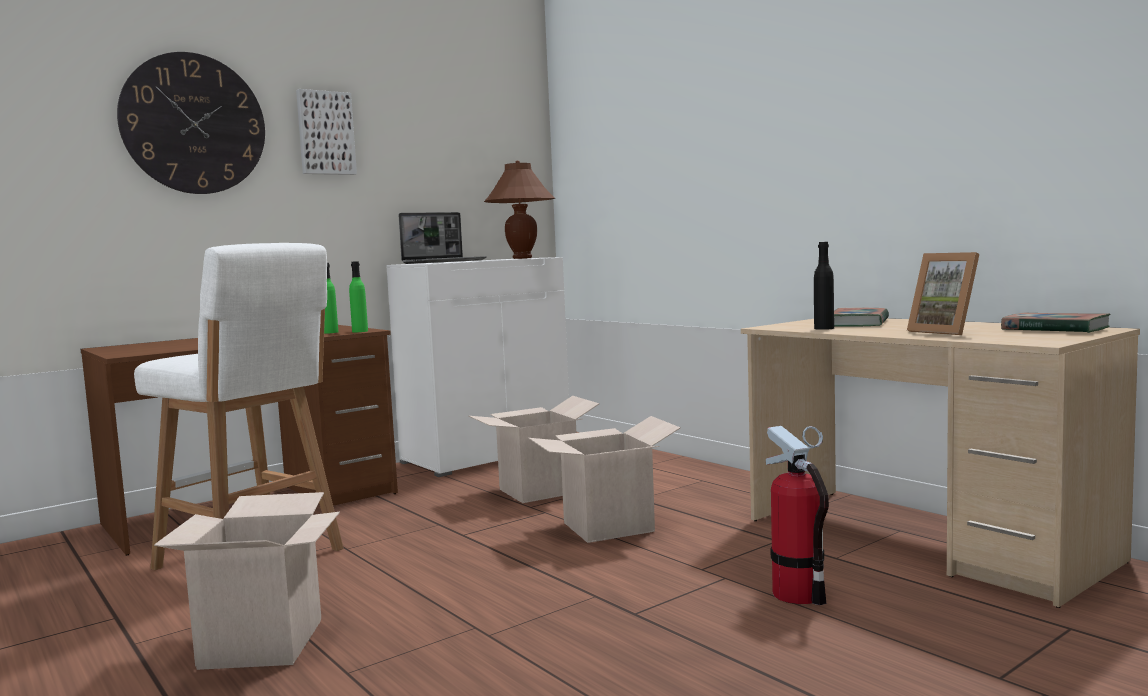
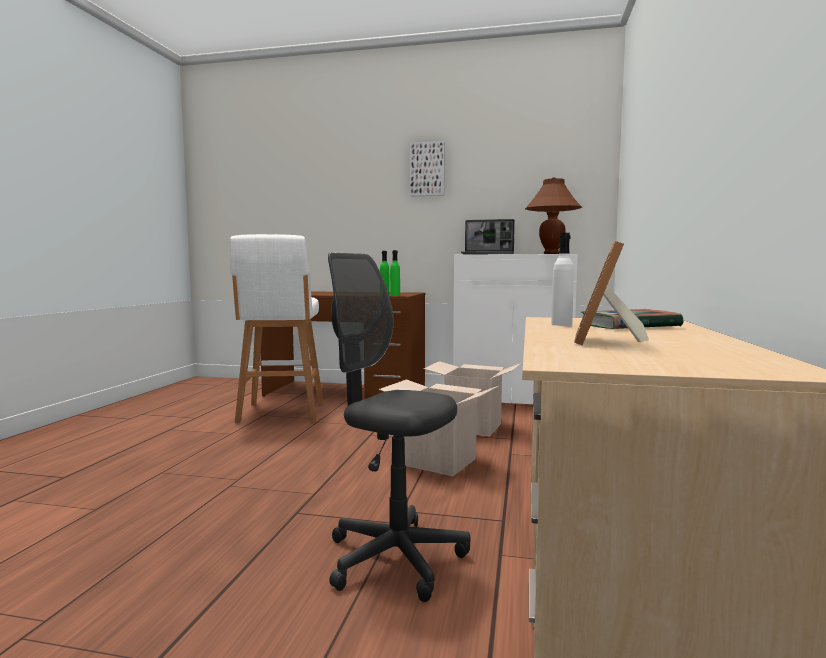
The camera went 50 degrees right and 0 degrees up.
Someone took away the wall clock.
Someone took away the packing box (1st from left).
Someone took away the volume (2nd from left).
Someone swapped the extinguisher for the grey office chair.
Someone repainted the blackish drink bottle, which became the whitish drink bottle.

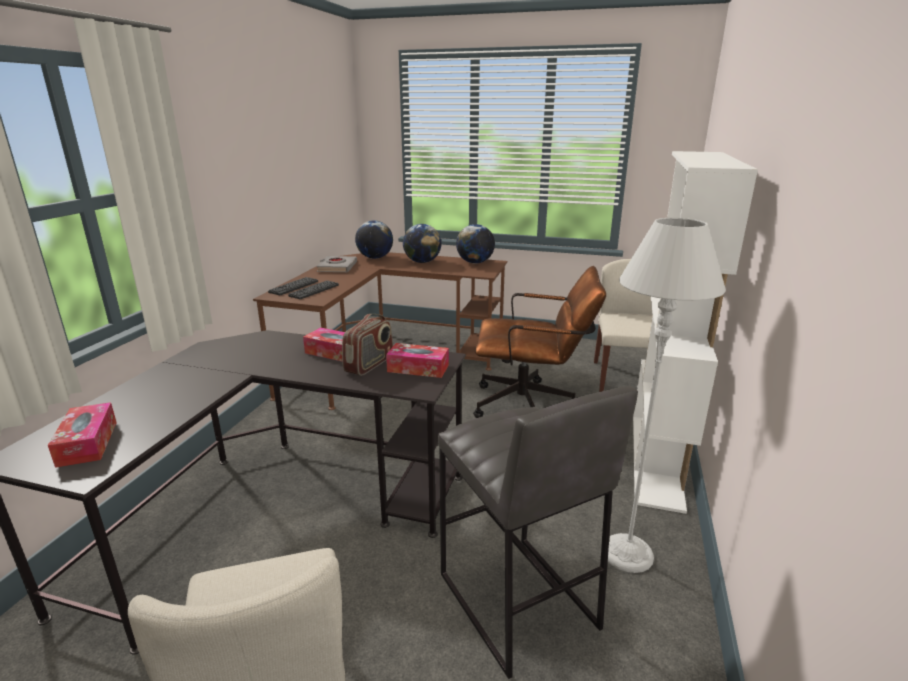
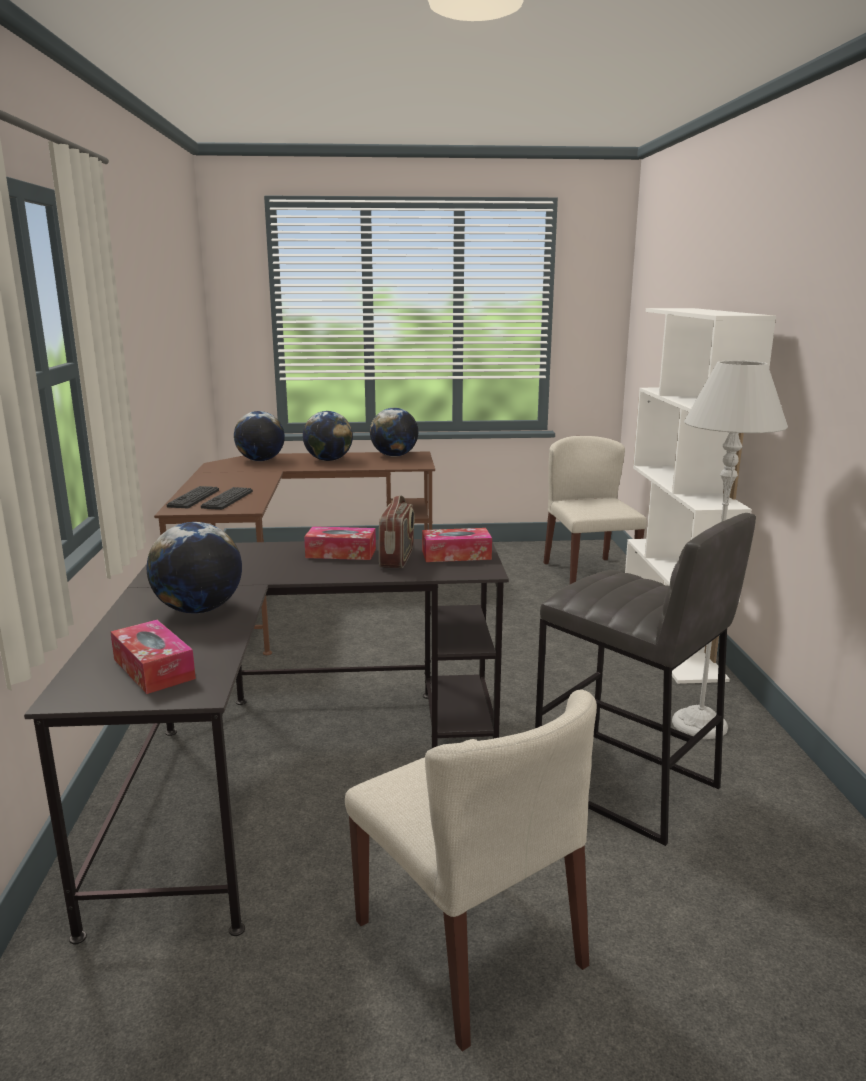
The camera went 20 degrees left and 5 degrees down.
Someone took away the grey volume.
Someone took away the brown office chair.
Someone put down the desk globe (1st from left).

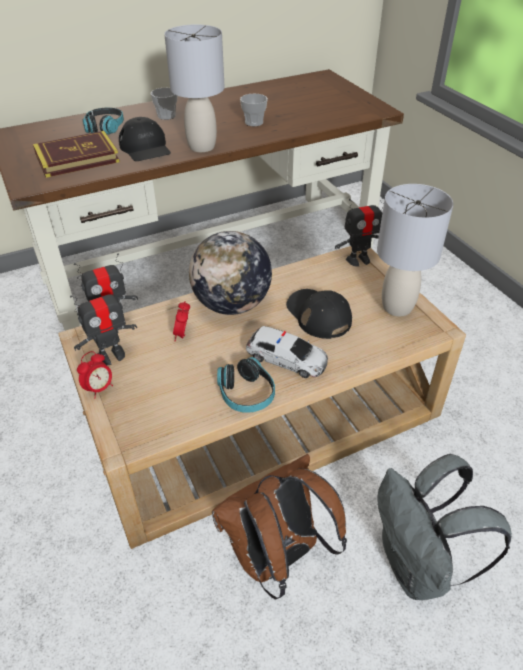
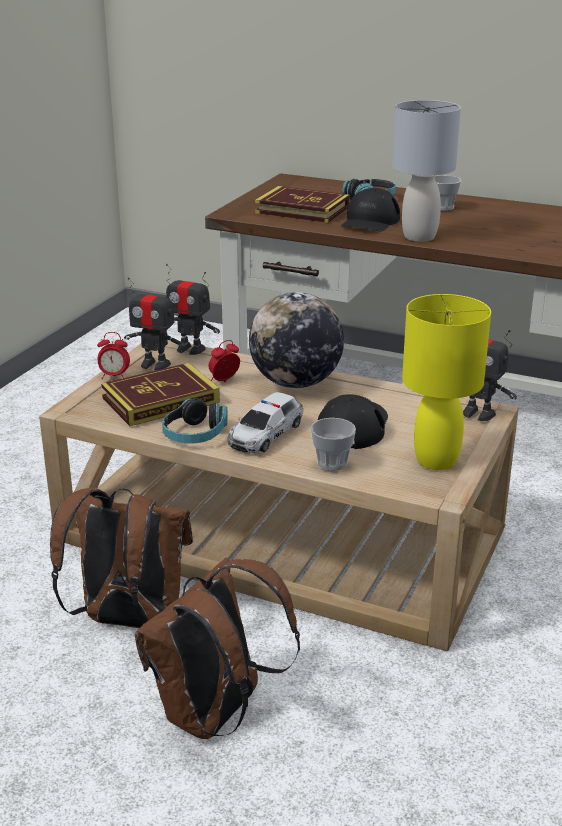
The camera went 50 degrees right and 15 degrees down.
Someone put down the volume (1st from left).
Someone carried the drinking cup (2nd from left in the first image).
Someone repainted the grey table lamp (2nd from left), which became the yellow-coloured table lamp.
Someone repainted the grey rucksack, which became the brown rucksack (2nd from left).
Someone rotated the model car by 45 degrees clockwise.

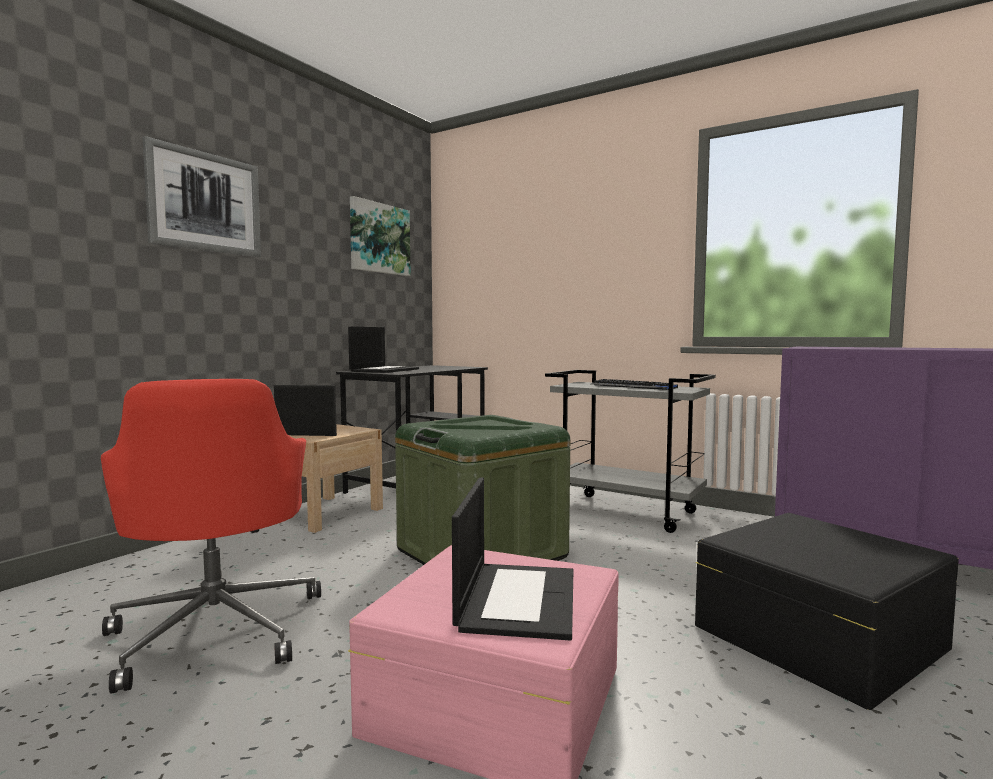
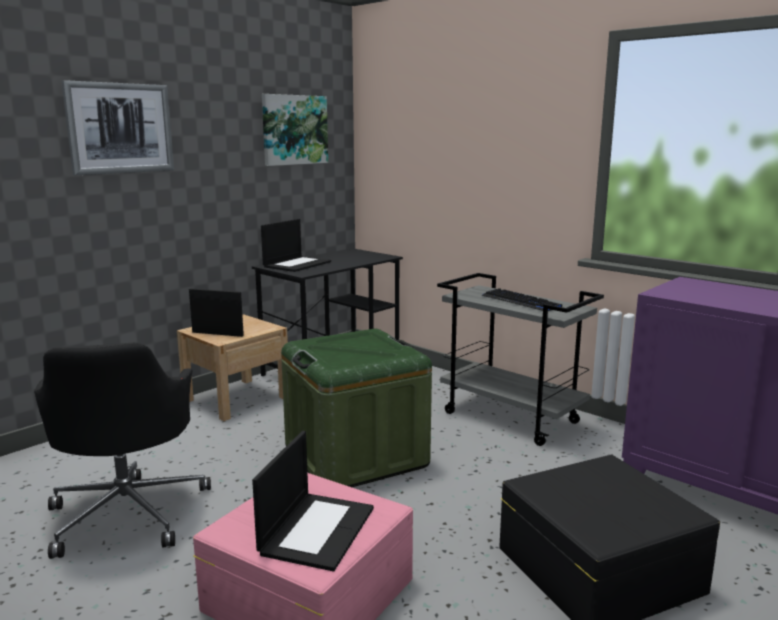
The camera went 10 degrees right and 10 degrees up.
Someone repainted the red-coloured office chair, which became the blackish office chair.

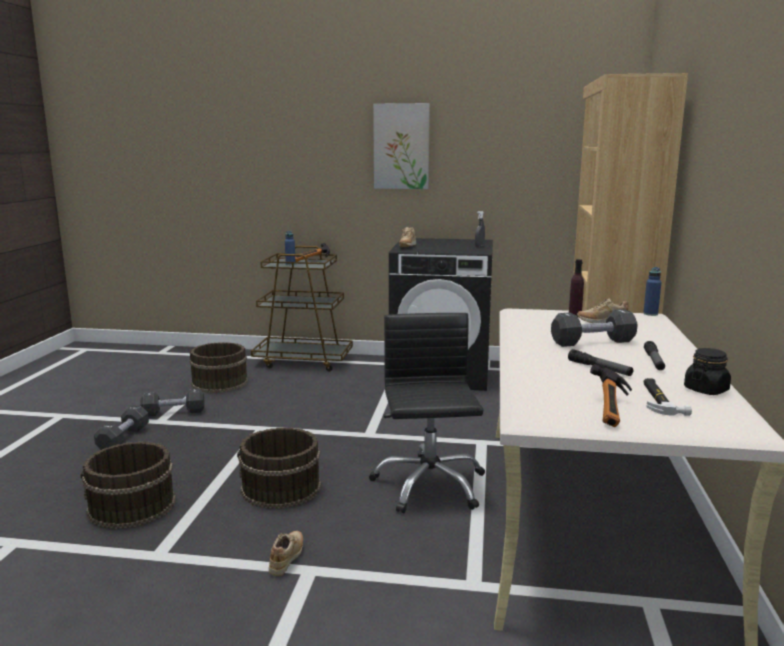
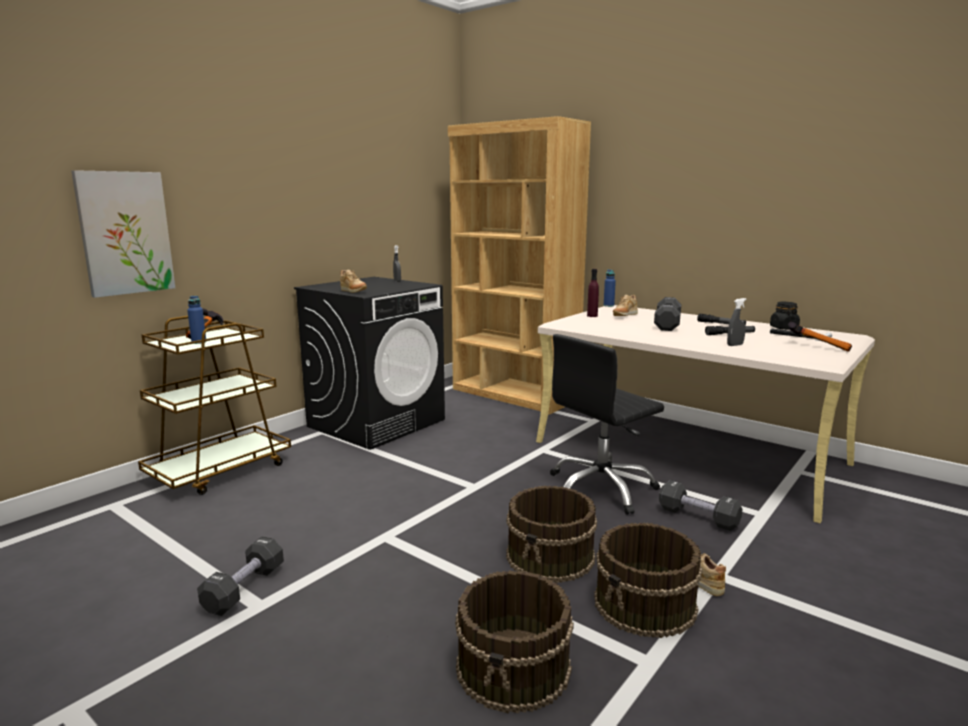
The camera went 60 degrees left and 0 degrees up.
Someone put down the grey spray bottle (2nd from left).
Someone carried the blackish free weight (1st from left in the first image).
Someone carried the brown bucket (2nd from left in the first image).
Someone carried the wall picture.
Someone rotated the blackish office chair by 60 degrees counterclockwise.

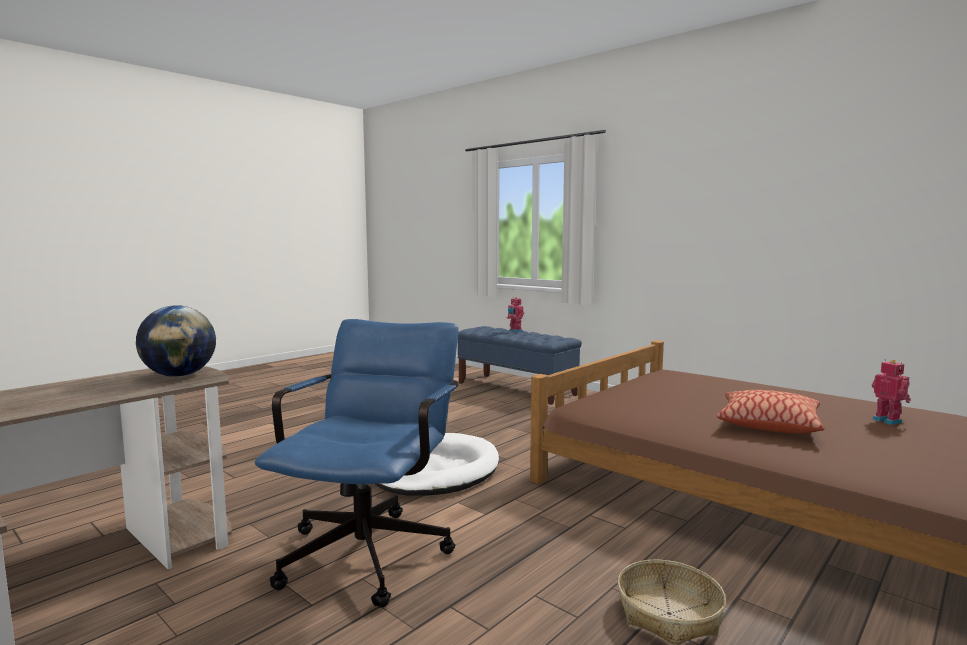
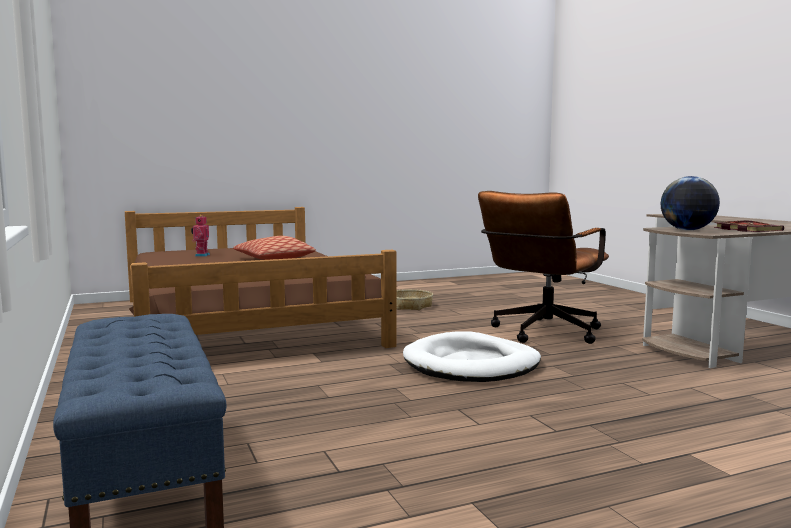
The camera went 155 degrees left and 0 degrees up.
Someone took away the model robot (1st from left).
Someone put down the volume.
Someone repainted the blue-coloured office chair, which became the brown office chair.

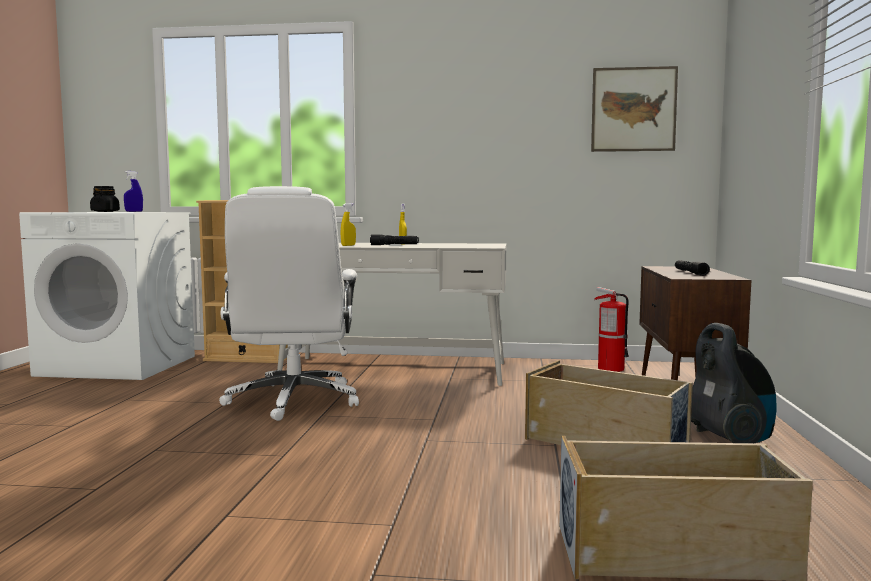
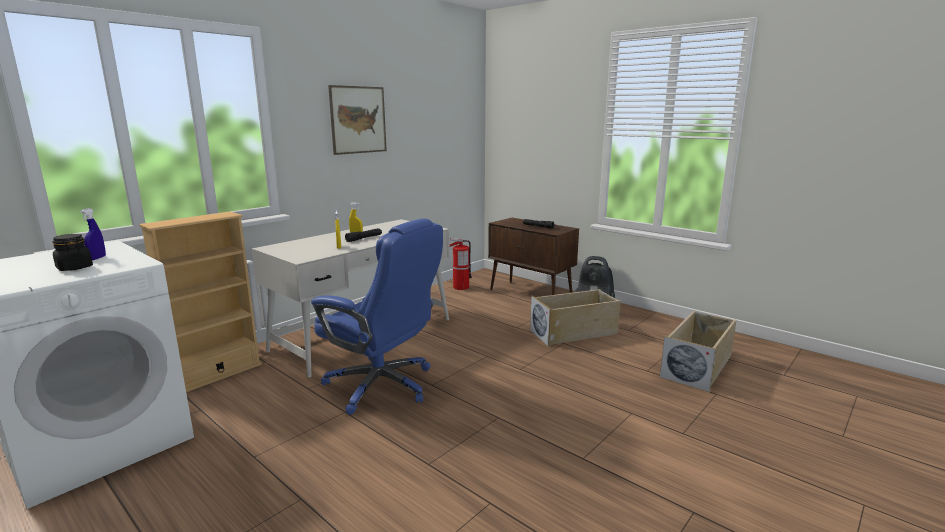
The camera went 55 degrees left and 10 degrees up.
Someone carried the wall picture.
Someone repainted the whitish office chair, which became the blue-coloured office chair.

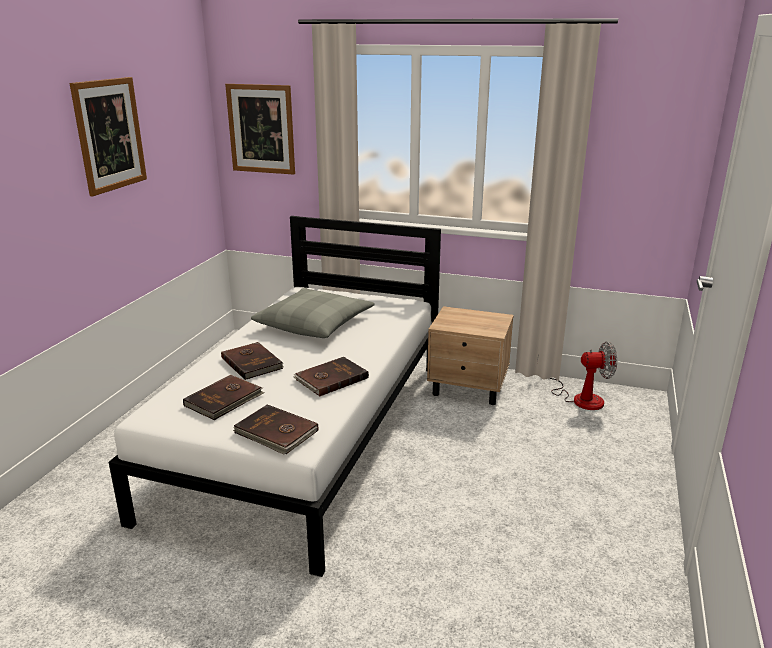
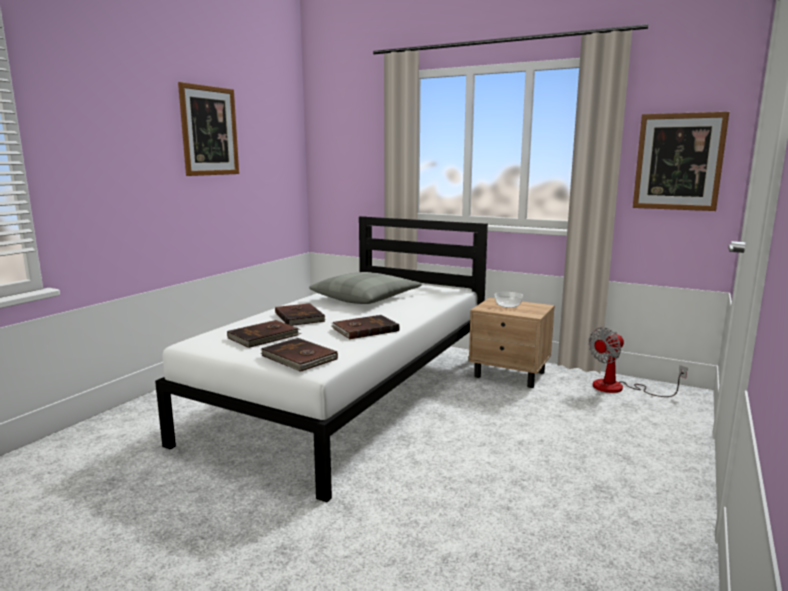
The camera went 10 degrees right and 10 degrees down.
Someone put down the deep dish.
Someone carried the wall picture (2nd from left).
Someone rotated the fan by 135 degrees clockwise.

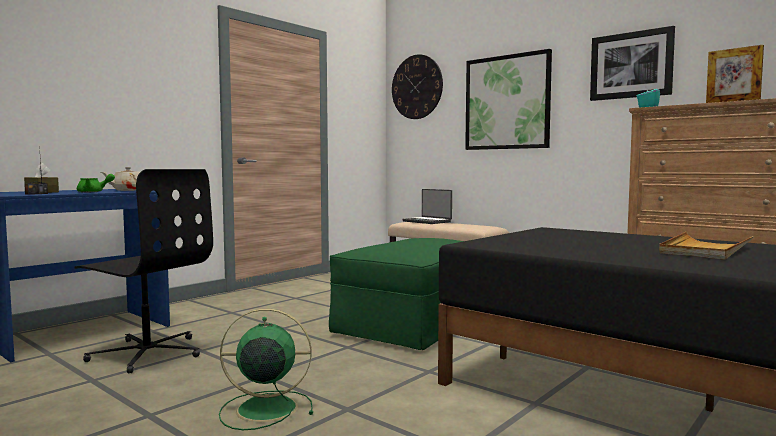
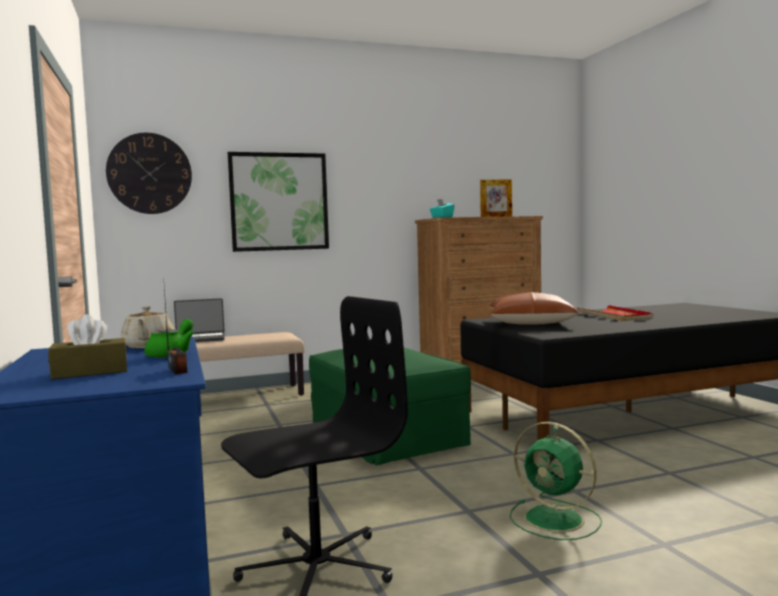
The camera went 60 degrees left and 0 degrees up.
Someone took away the wall picture (2nd from left).
Someone put down the brown cushion.
Someone repainted the beige tray, which became the red-coloured tray.
Someone rotated the green-coloured fan by 75 degrees counterclockwise.

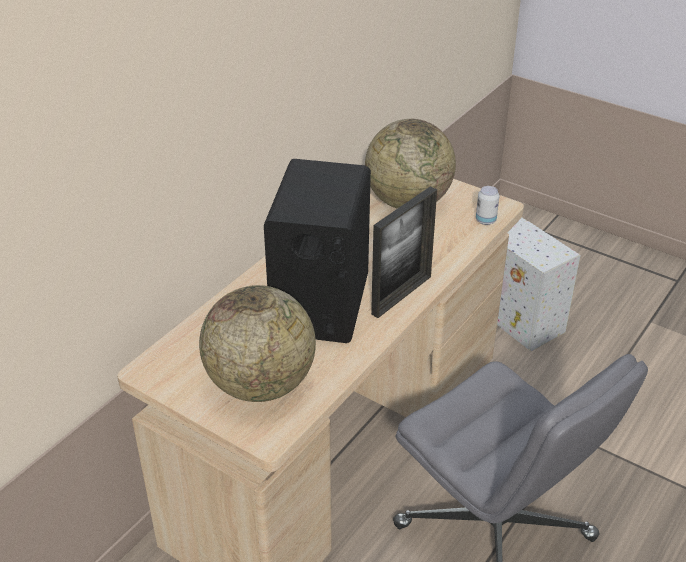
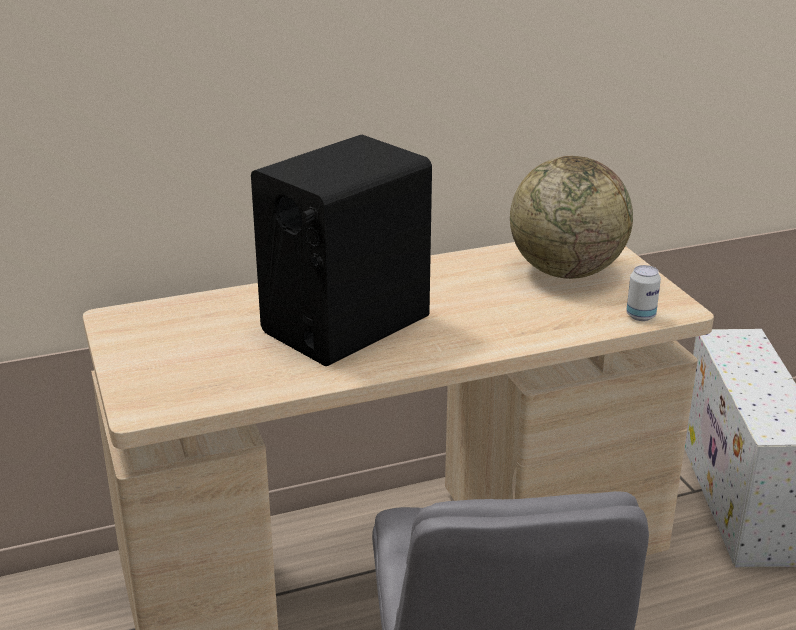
The camera went 35 degrees right and 10 degrees down.
Someone took away the desk globe (1st from left).
Someone took away the standing frame.

